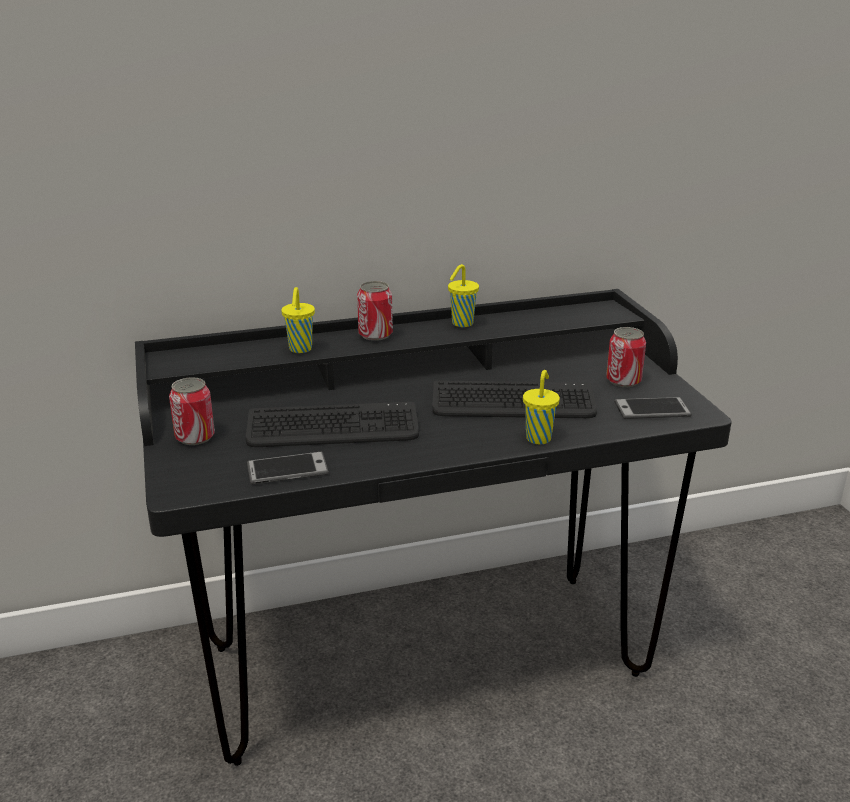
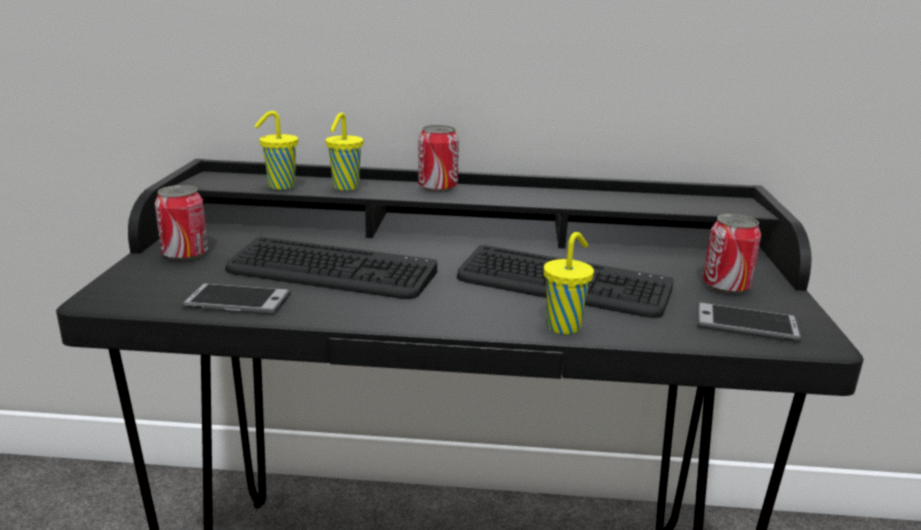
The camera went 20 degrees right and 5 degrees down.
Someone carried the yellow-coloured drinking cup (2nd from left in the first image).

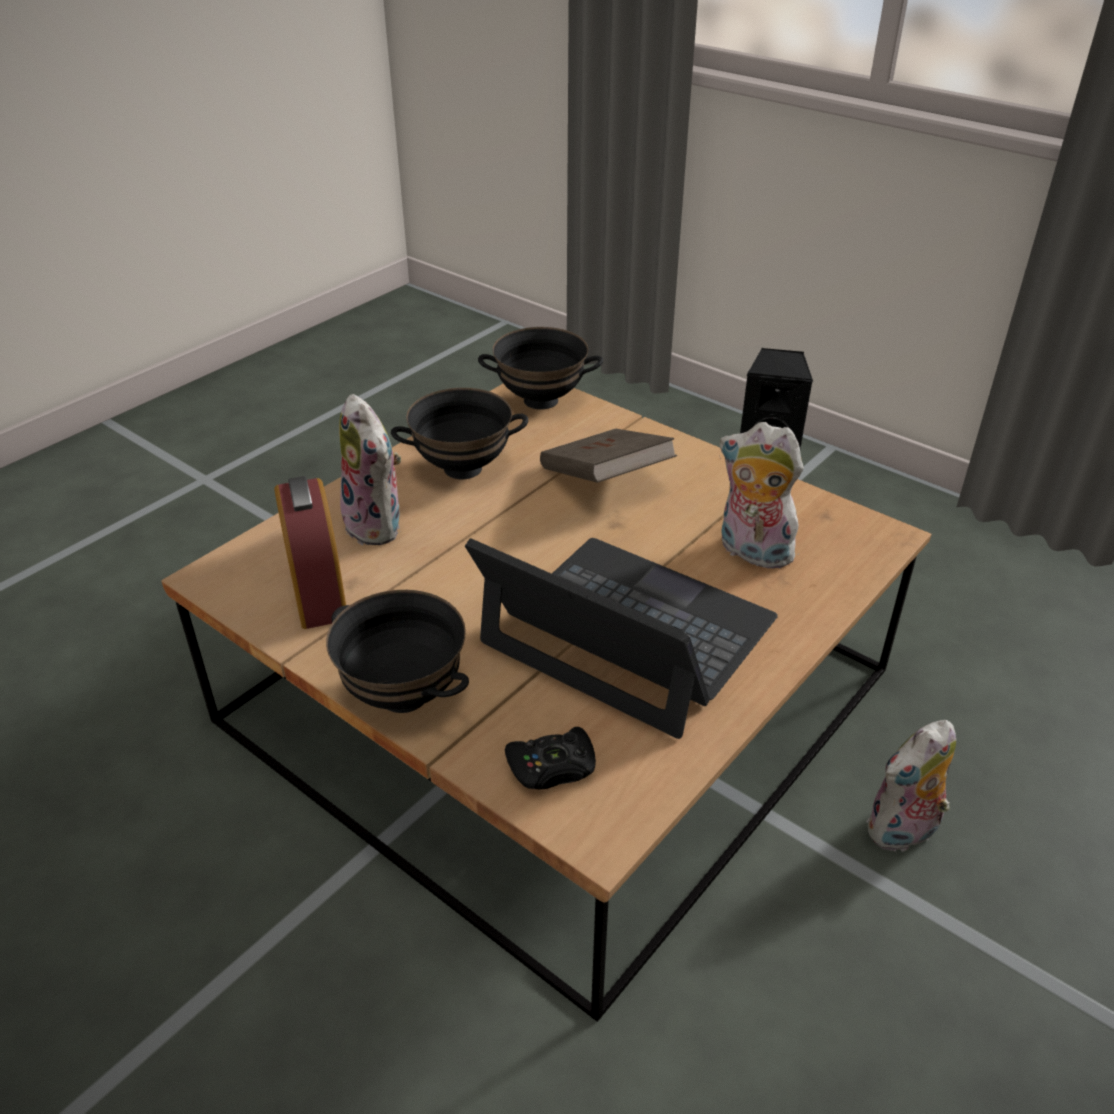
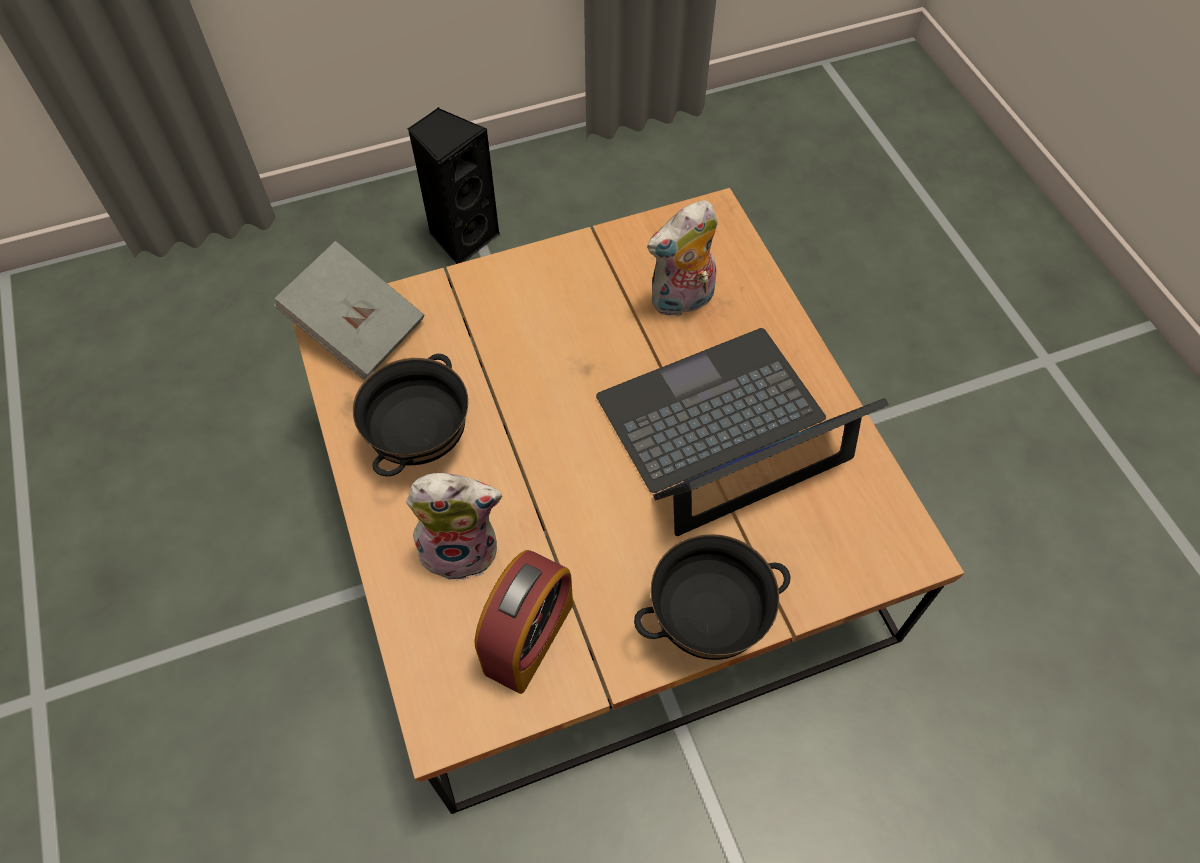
The camera went 60 degrees left and 20 degrees up.
Someone took away the blackish joypad.
Someone took away the brown volume.
Someone took away the soft toy (3rd from left).
Someone swapped the blackish deep dish (3rd from left) for the grey volume.
Someone rotated the alarm clock by 105 degrees clockwise.

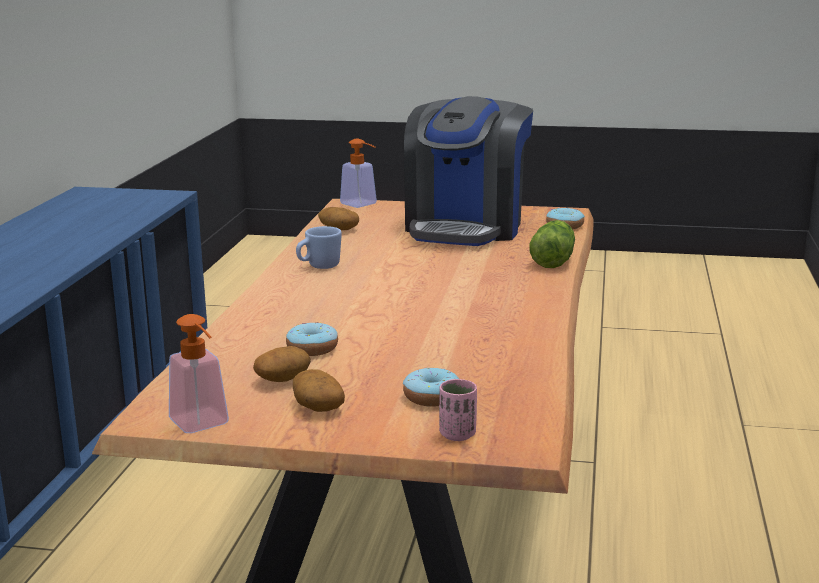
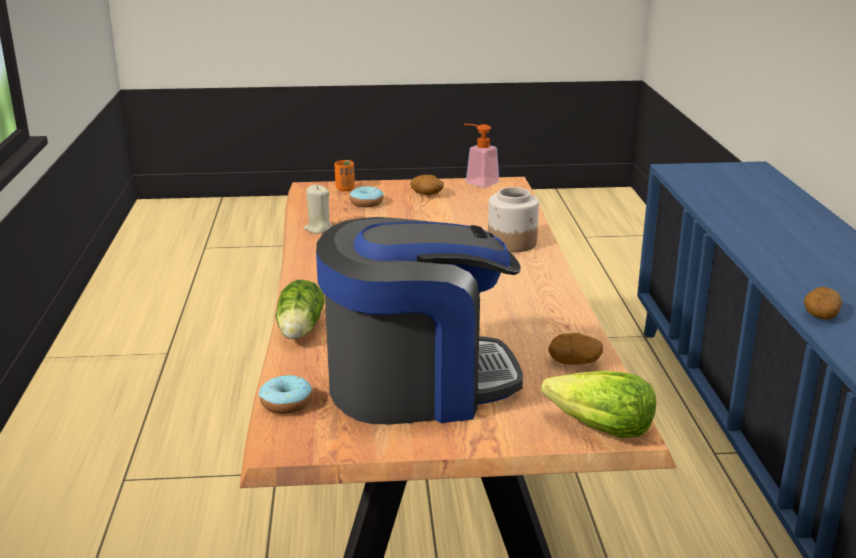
The camera went 165 degrees right and 5 degrees up.
Someone took away the ring doughnut (1st from left).
Someone took away the blue-coloured tea mug.
Someone put down the beige wax candle.
Someone put down the jar.
Someone carried the potato (1st from left in the first image).
Someone swapped the soap dispenser (2nd from left) for the lettuce head (2nd from left).
Someone repainted the pink drinking cup, which became the orange-coloured drinking cup.
Someone rotated the coffee brewer by 75 degrees clockwise.

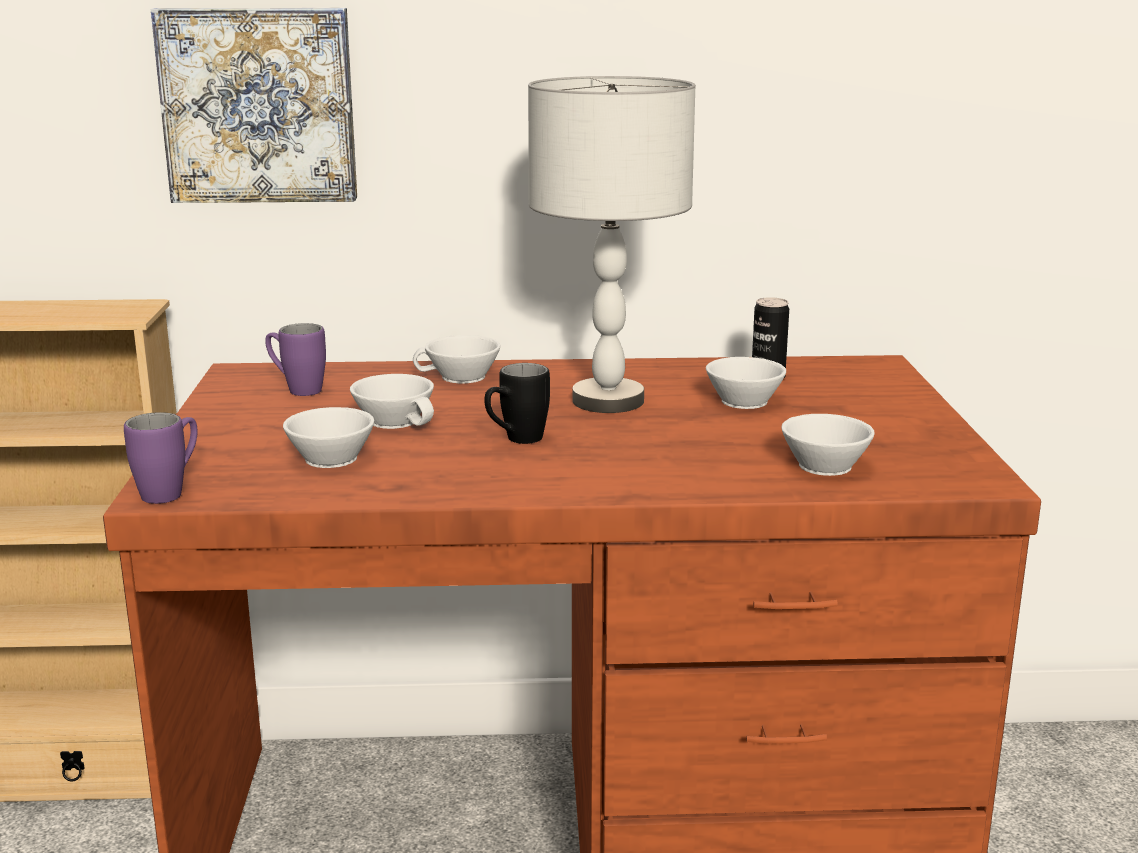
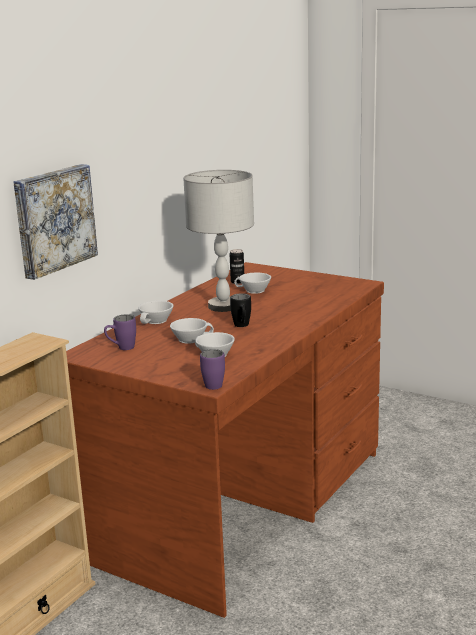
The camera went 55 degrees left and 0 degrees up.
Someone took away the whitish drinking cup (5th from left).

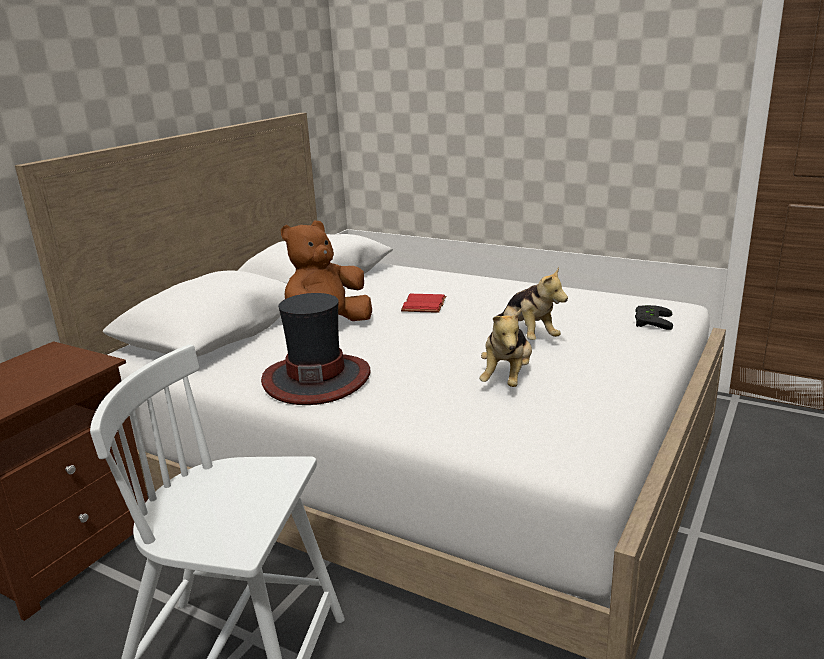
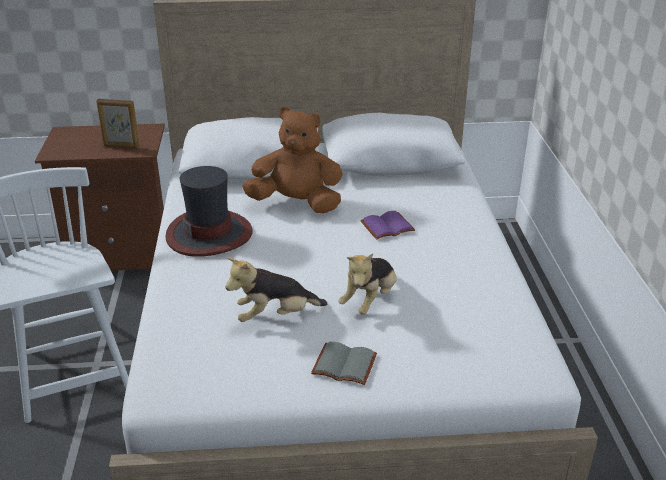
The camera went 55 degrees right and 10 degrees up.
Someone took away the blackish joypad.
Someone put down the standing frame.
Someone put down the grey volume.
Someone repainted the red-coloured volume, which became the purple volume.

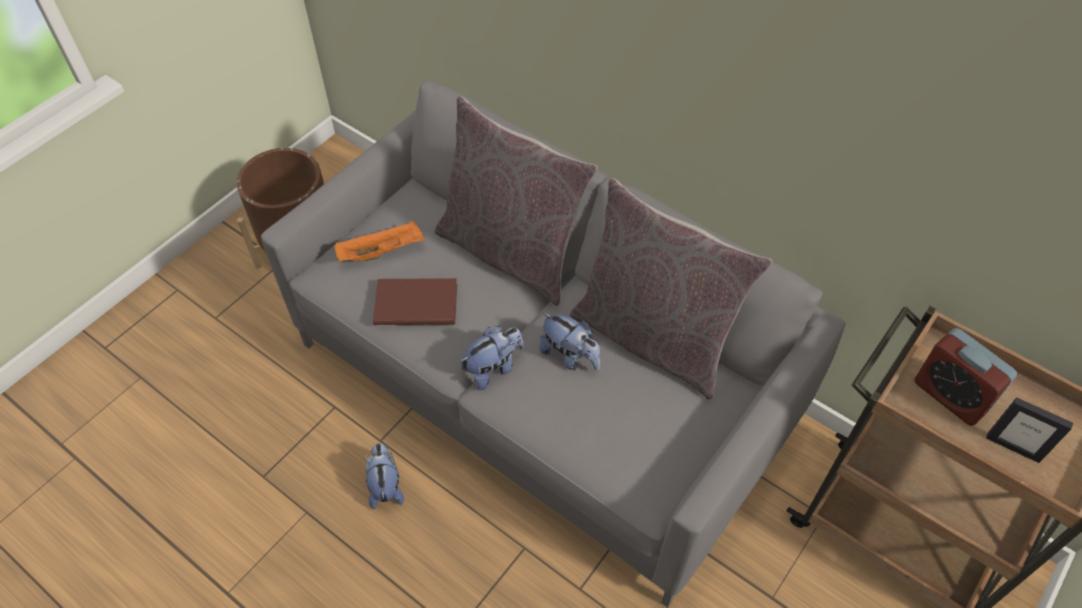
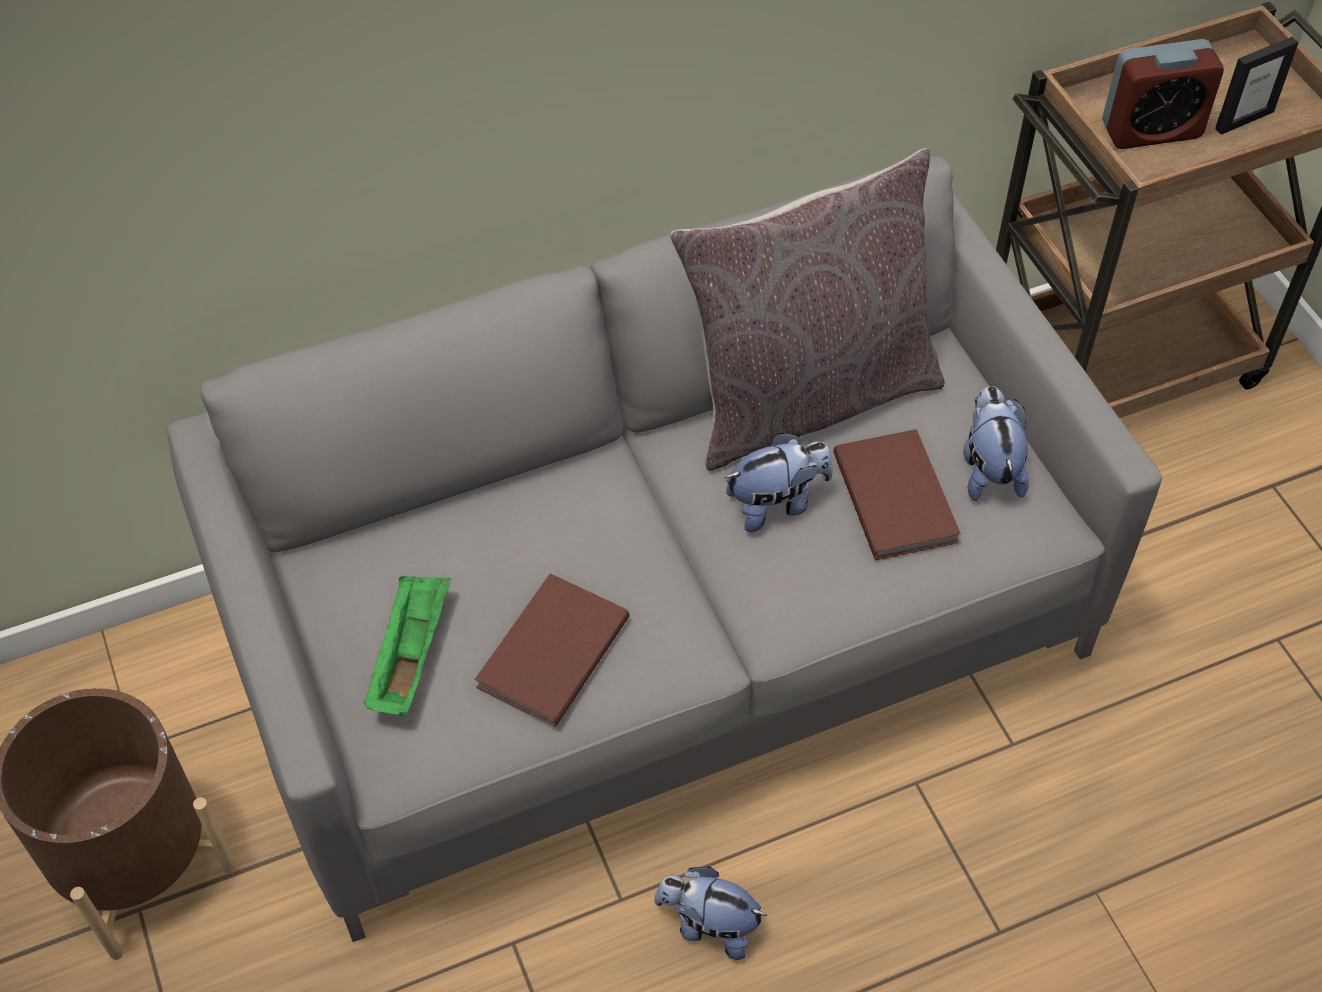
The camera went 60 degrees left and 0 degrees up.
Someone took away the grey cushion (1st from left).
Someone put down the brown volume (2nd from left).
Someone carried the soft toy (2nd from left in the first image).
Someone repainted the orange-coloured tray, which became the green-coloured tray.

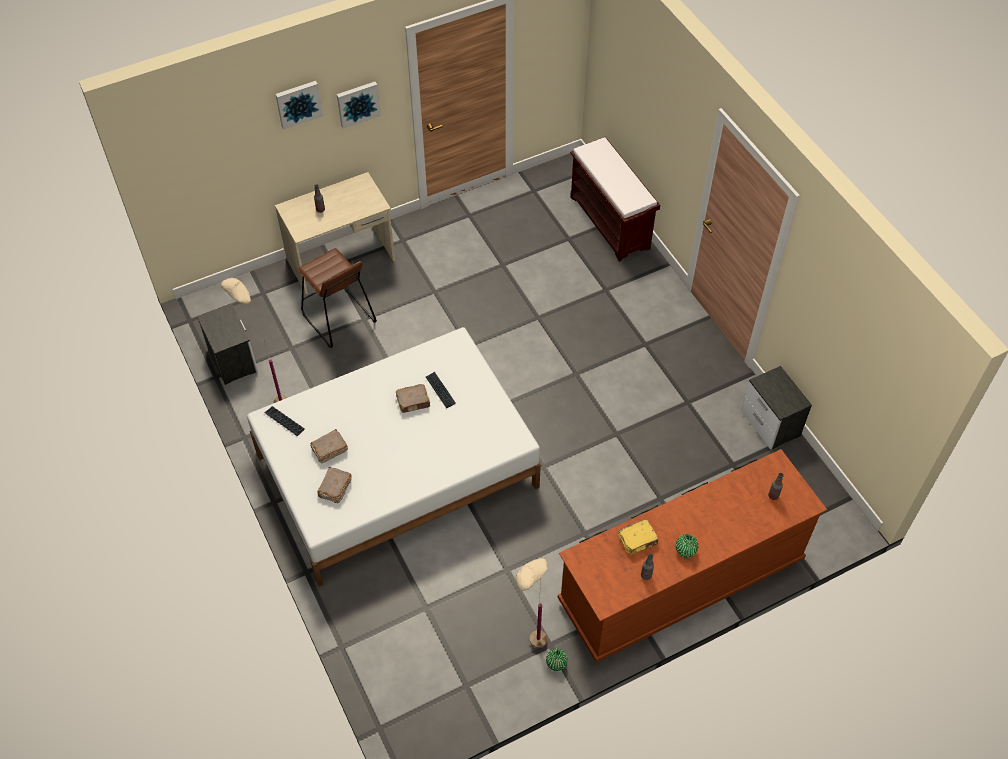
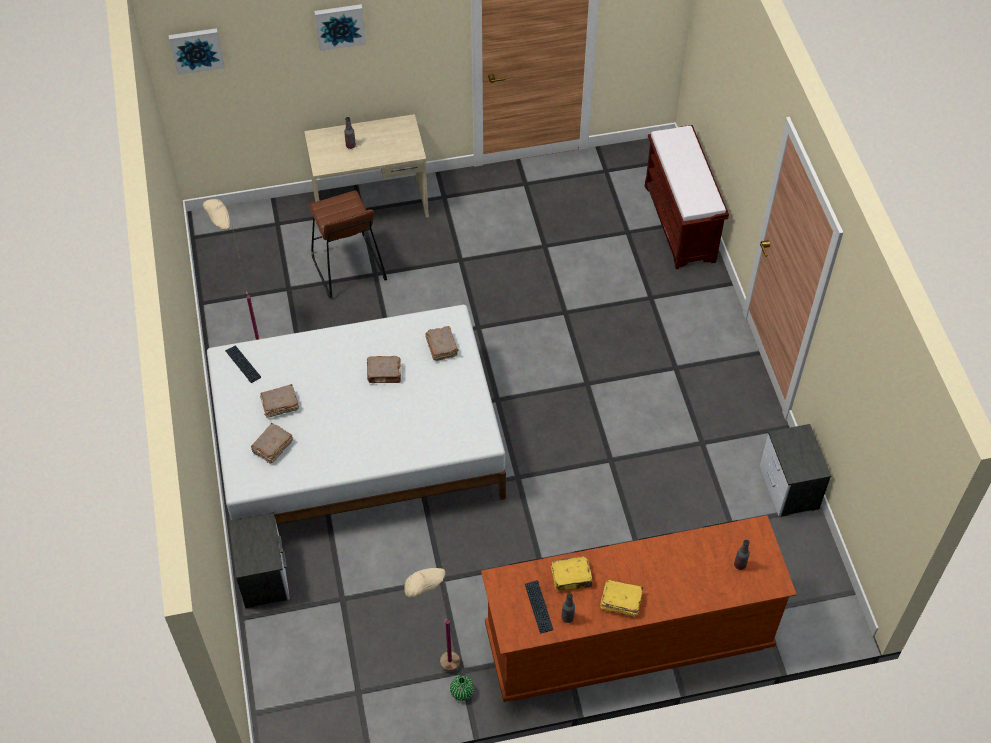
The camera went 15 degrees right and 0 degrees up.
Someone put down the brown volume (4th from left).
Someone carried the nightstand (1st from left).
Someone carried the wall picture (2nd from left in the first image).
Someone carried the PC keyboard (2nd from left).
Someone swapped the green-coloured flower vase (2nd from left) for the yellow-coloured volume (2nd from left).

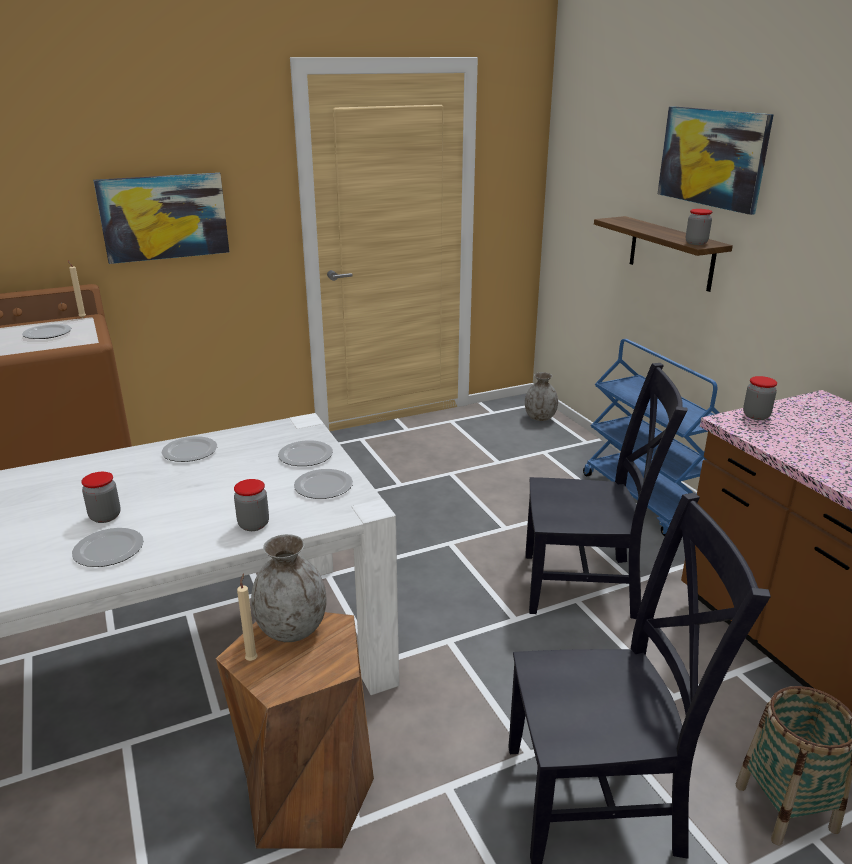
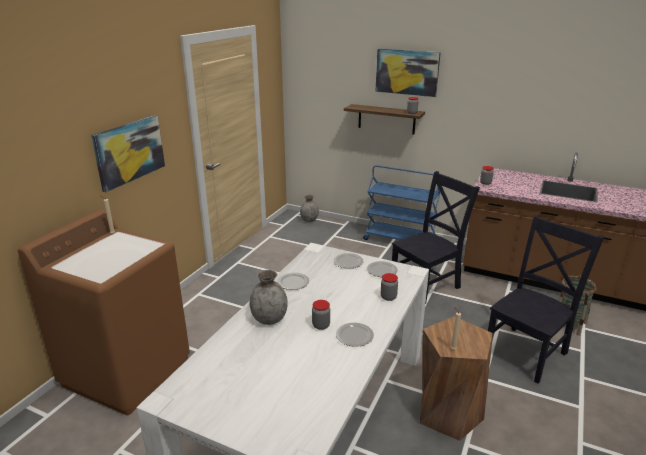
The camera went 40 degrees left and 0 degrees up.
Someone took away the plate (1st from left).
Someone carried the grey flower vase (1st from left).

